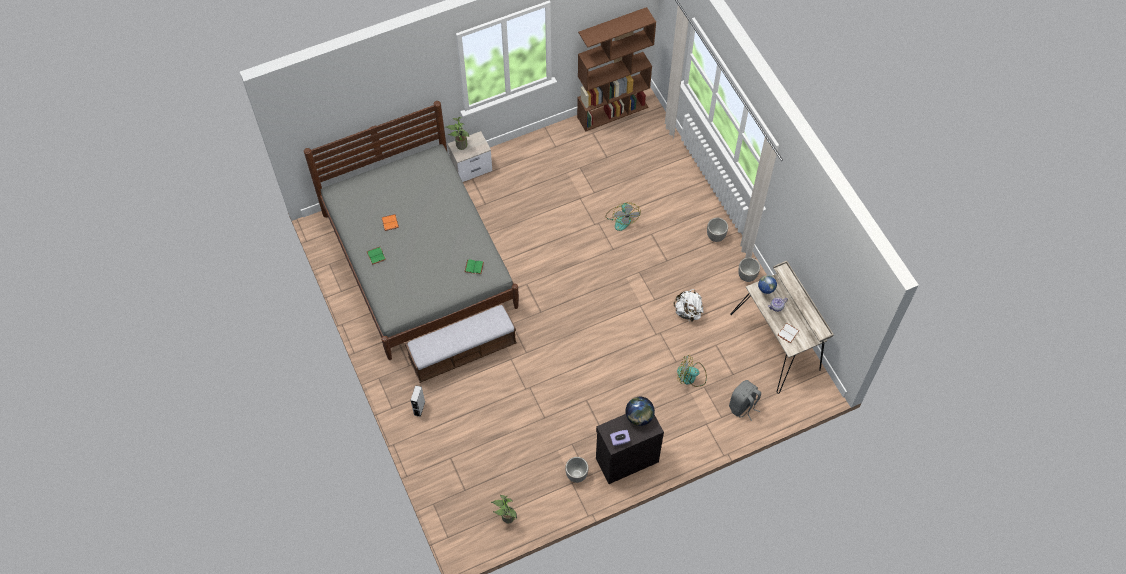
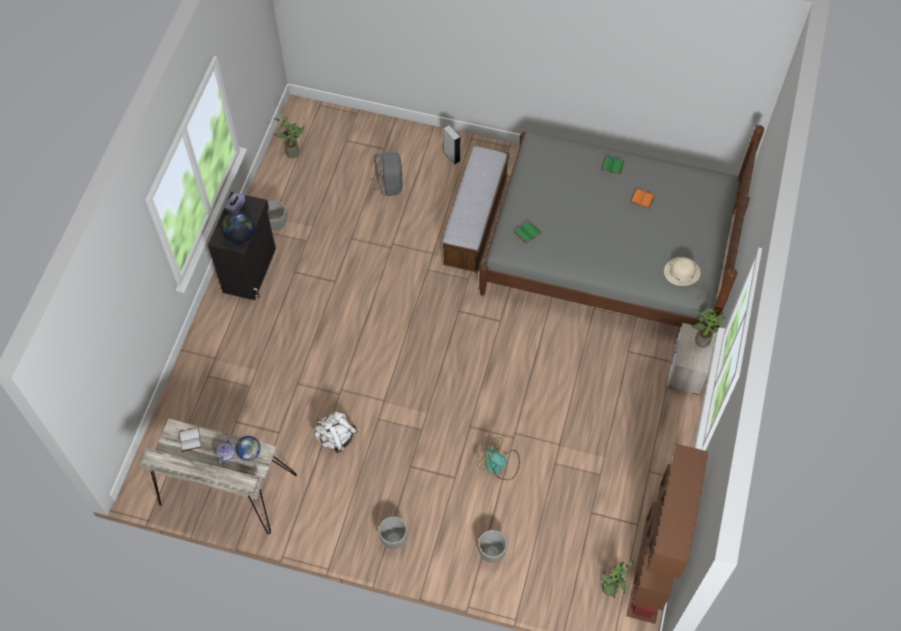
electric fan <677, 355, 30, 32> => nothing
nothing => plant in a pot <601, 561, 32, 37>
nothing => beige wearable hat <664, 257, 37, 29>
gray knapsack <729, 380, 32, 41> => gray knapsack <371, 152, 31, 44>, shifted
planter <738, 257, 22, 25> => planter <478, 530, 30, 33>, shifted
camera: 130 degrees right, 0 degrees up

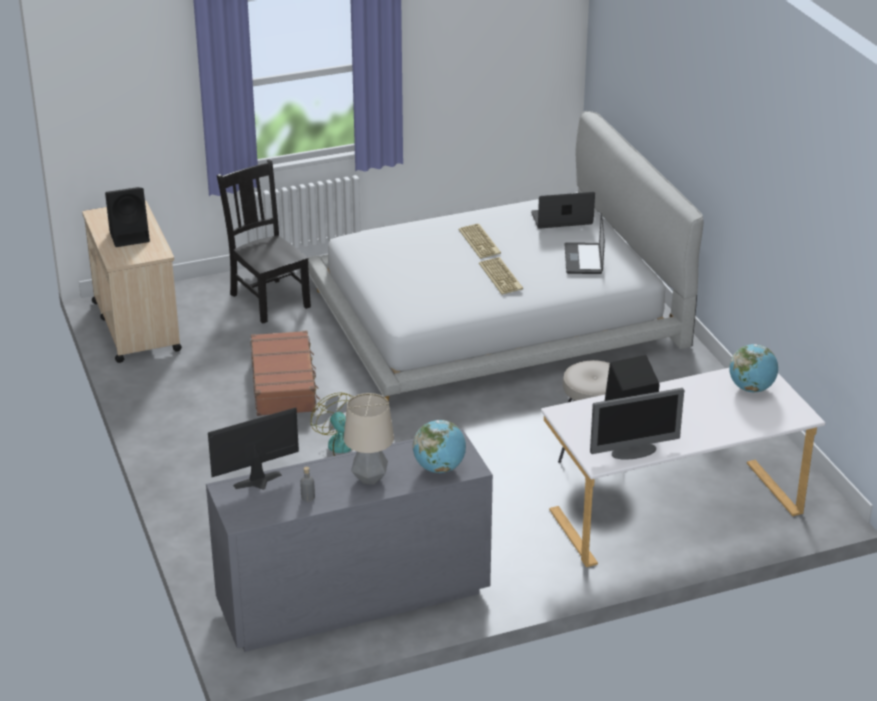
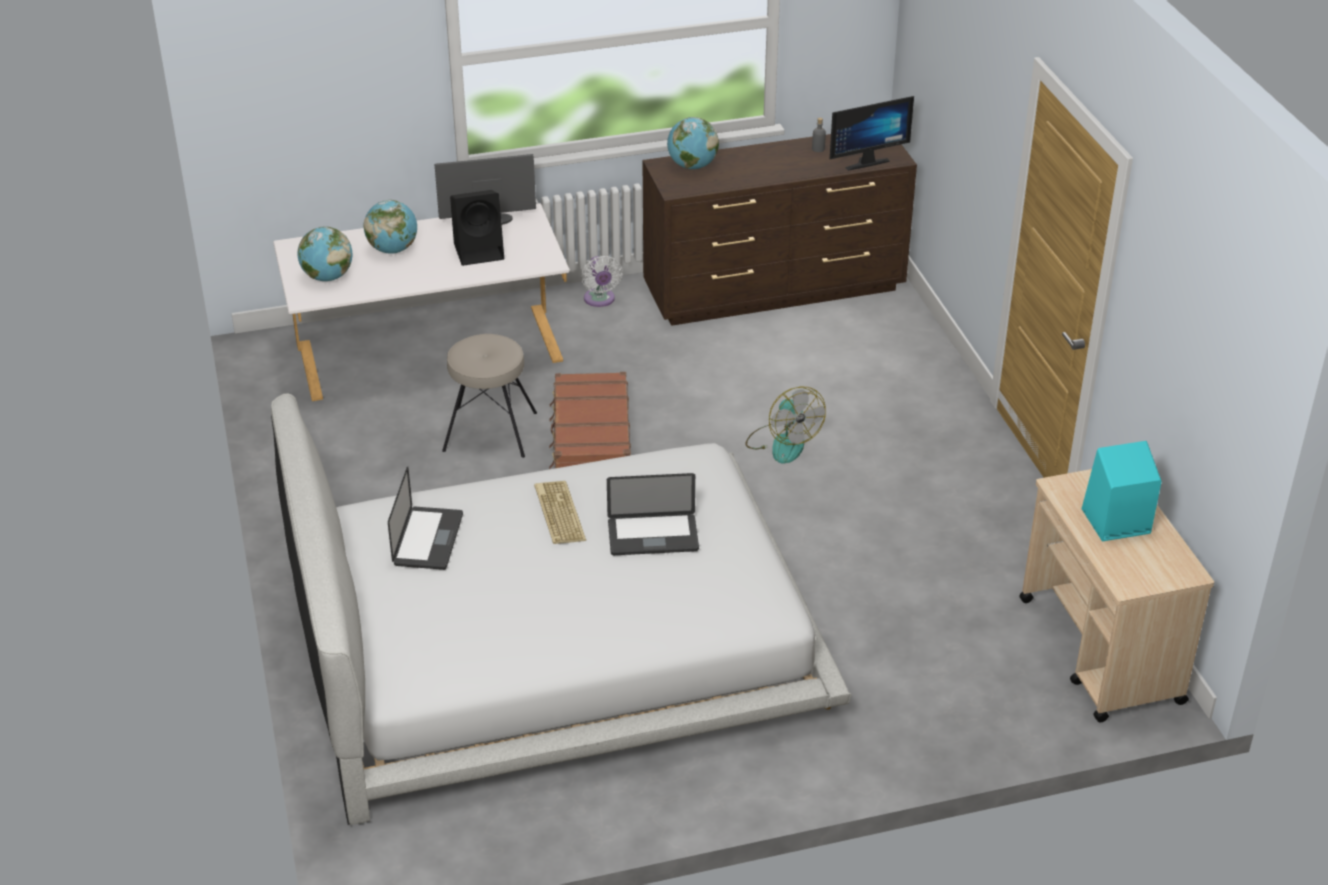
black plain chair <217, 159, 94, 165> => nothing
tabletop lamp <344, 393, 50, 92> => nothing
computer keyboard <459, 224, 42, 35> => nothing
nothing => world globe <364, 200, 53, 54>
nothing => whitish electric fan <581, 256, 42, 51>
brown suitcase <250, 330, 70, 86> => brown suitcase <549, 372, 82, 97>, shifted
portable computer <531, 192, 64, 37> => portable computer <607, 473, 92, 82>, shifted
black speaker <105, 187, 45, 60> => turquoise-coloured speaker <1082, 441, 80, 100>
gray drawer chest <206, 428, 287, 224> => brown drawer chest <643, 134, 274, 192>
camera: 175 degrees left, 5 degrees up

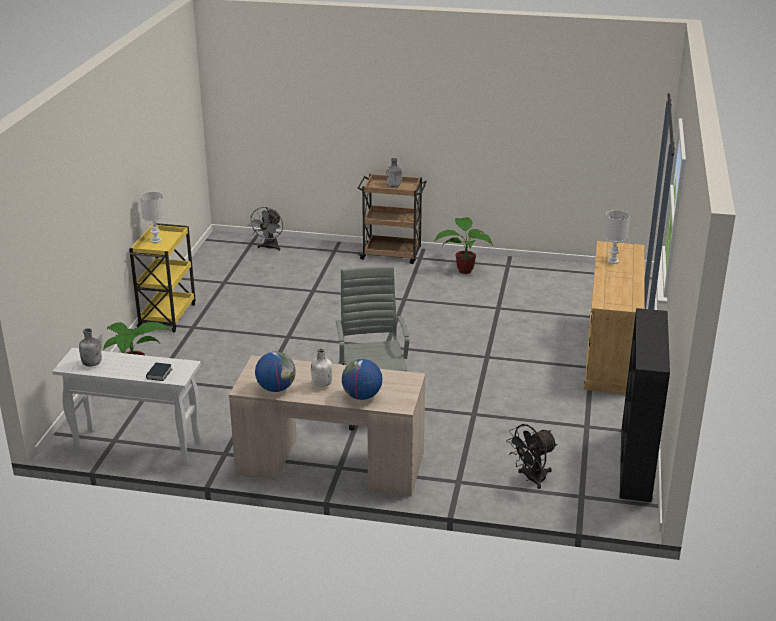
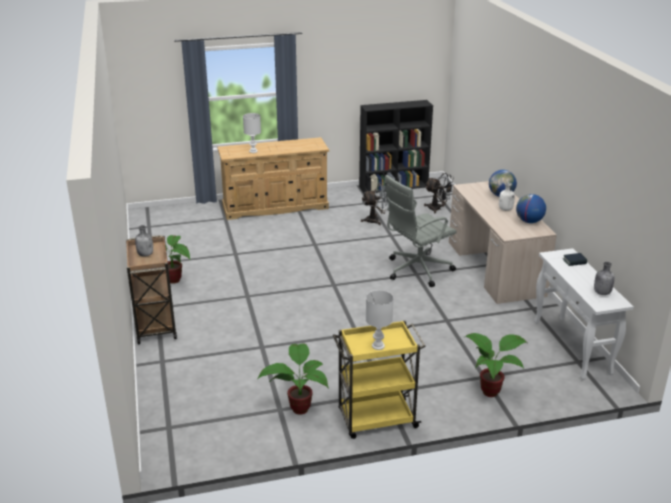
nothing => plant in a pot <257, 344, 71, 71>
gray electric fan <248, 207, 35, 44> => gray electric fan <361, 182, 28, 43>, shifted
camera: 115 degrees left, 0 degrees up

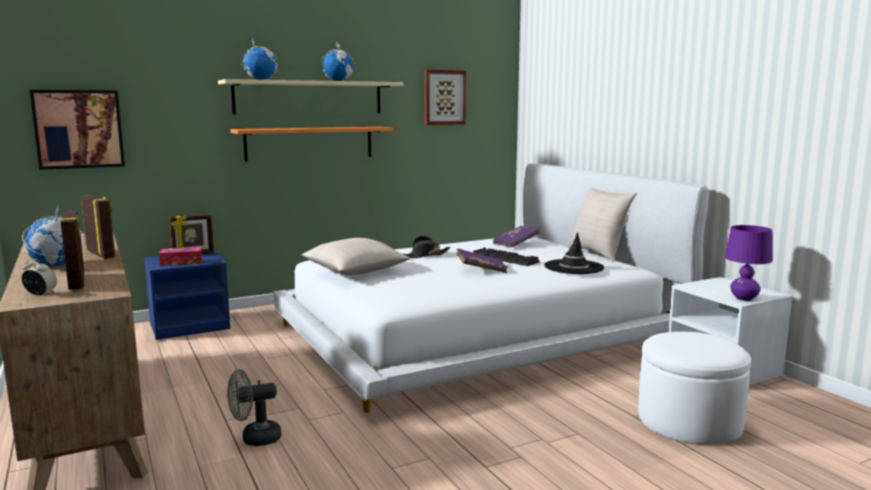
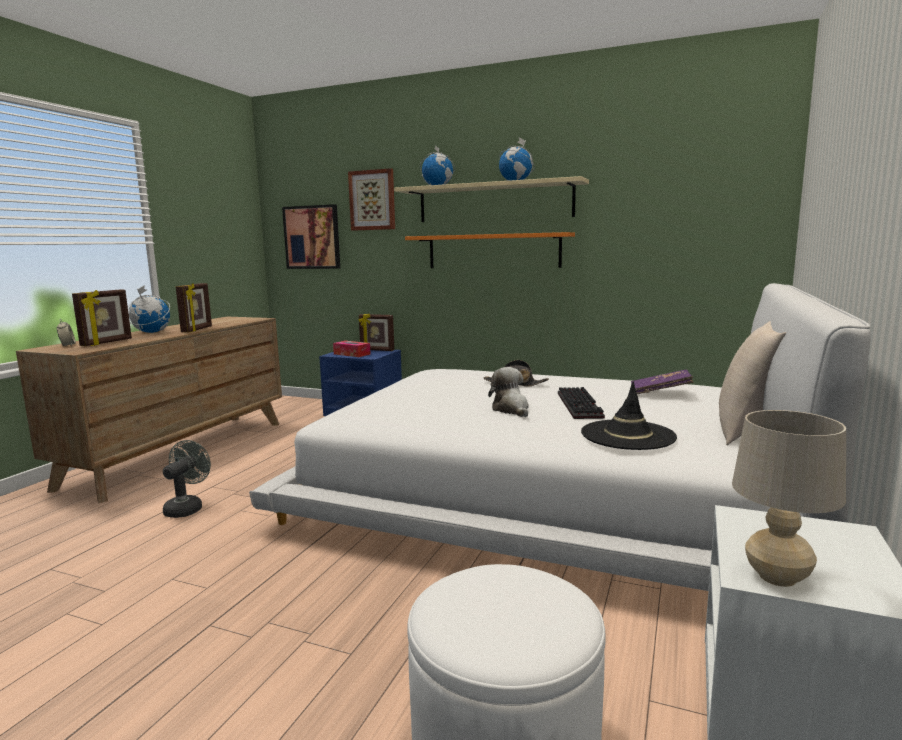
beige throw pillow <302, 238, 108, 37> => nothing
picture <424, 70, 42, 55> => picture <348, 168, 47, 63>, shifted
purplish bound book <456, 249, 52, 24> => soft toy <488, 367, 41, 50>
purplish tabletop lamp <725, 225, 47, 76> => beige tabletop lamp <732, 410, 114, 177>
gray electric fan <227, 369, 54, 77> => gray electric fan <163, 440, 48, 78>, 75 degrees clockwise
camera: 50 degrees right, 0 degrees up

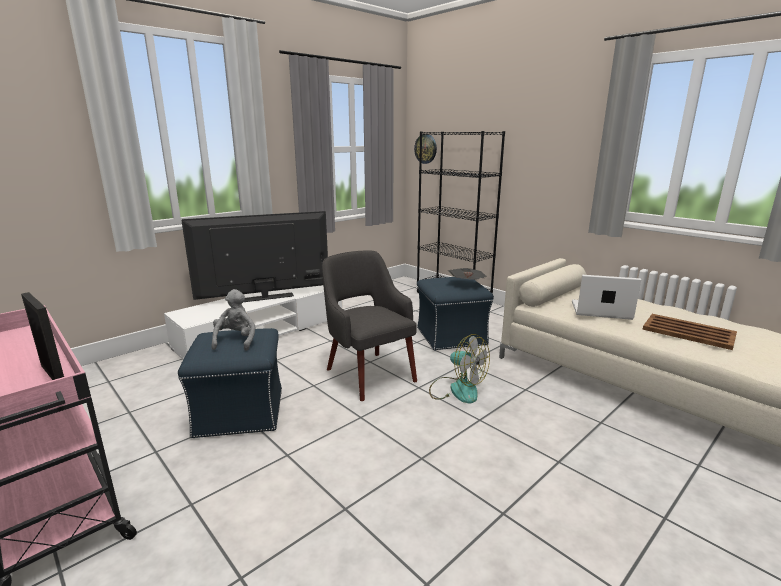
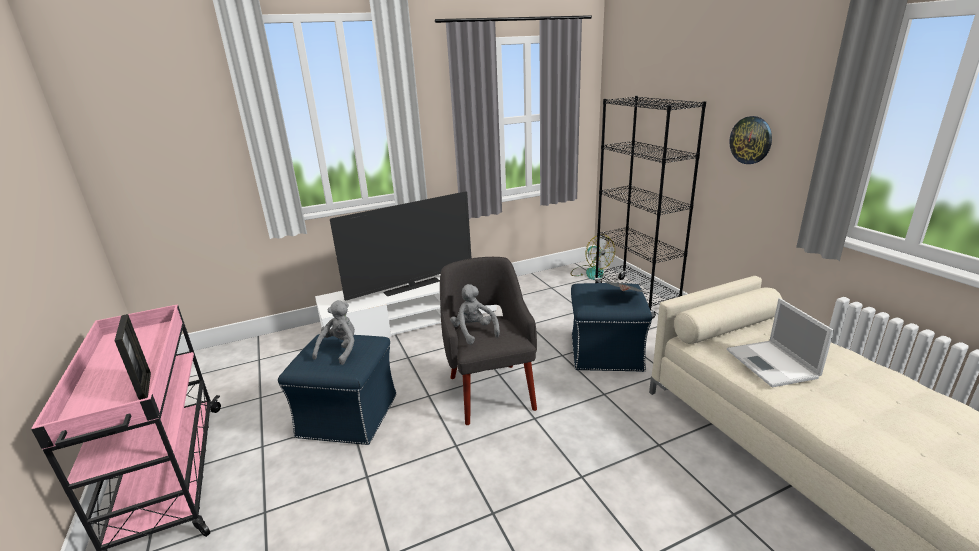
brown tray <642, 314, 95, 36> => nothing
nothing => gray soft toy <450, 284, 50, 61>
wall clock <414, 134, 23, 30> => wall clock <729, 116, 43, 48>, shifted
electric fan <429, 334, 61, 69> => electric fan <571, 234, 44, 46>, shifted
TV <181, 211, 147, 91> => TV <330, 191, 141, 109>, 150 degrees clockwise
portable computer <572, 275, 69, 45> => portable computer <727, 298, 107, 89>, 135 degrees counterclockwise
camera: 20 degrees right, 5 degrees up

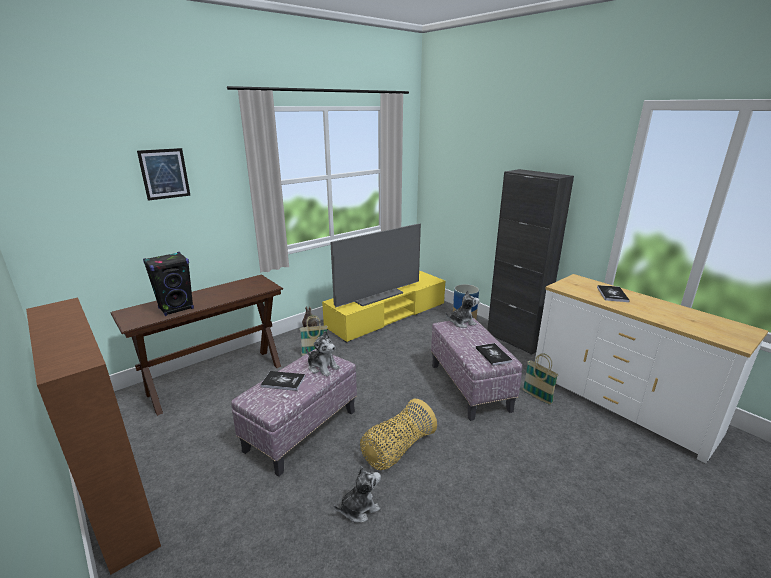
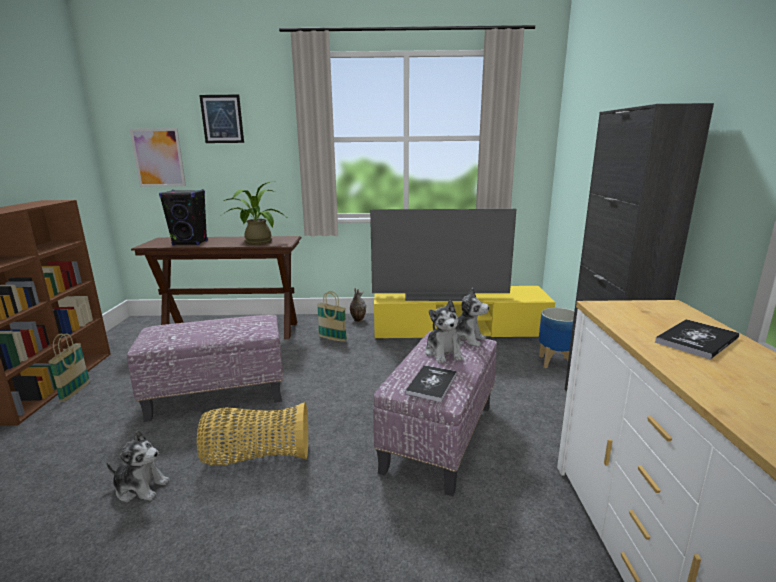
bound book <260, 371, 45, 20> => nothing
nothing => picture <130, 128, 56, 59>
nothing => plant in a pot <222, 181, 67, 64>
soft toy <306, 331, 34, 46> => soft toy <425, 300, 39, 64>, shifted
storage basket <523, 353, 35, 52> => storage basket <48, 333, 42, 68>, shifted
camera: 40 degrees right, 5 degrees down

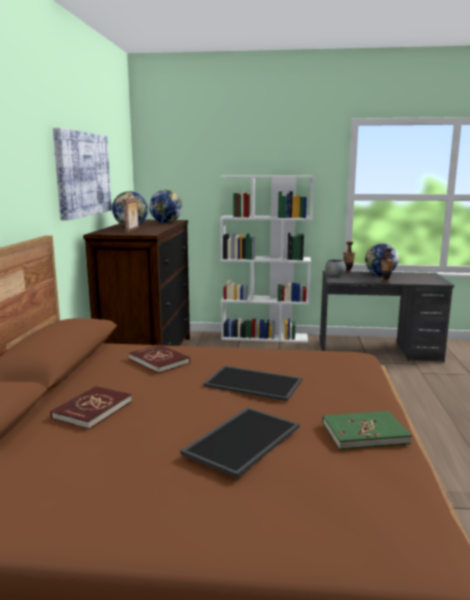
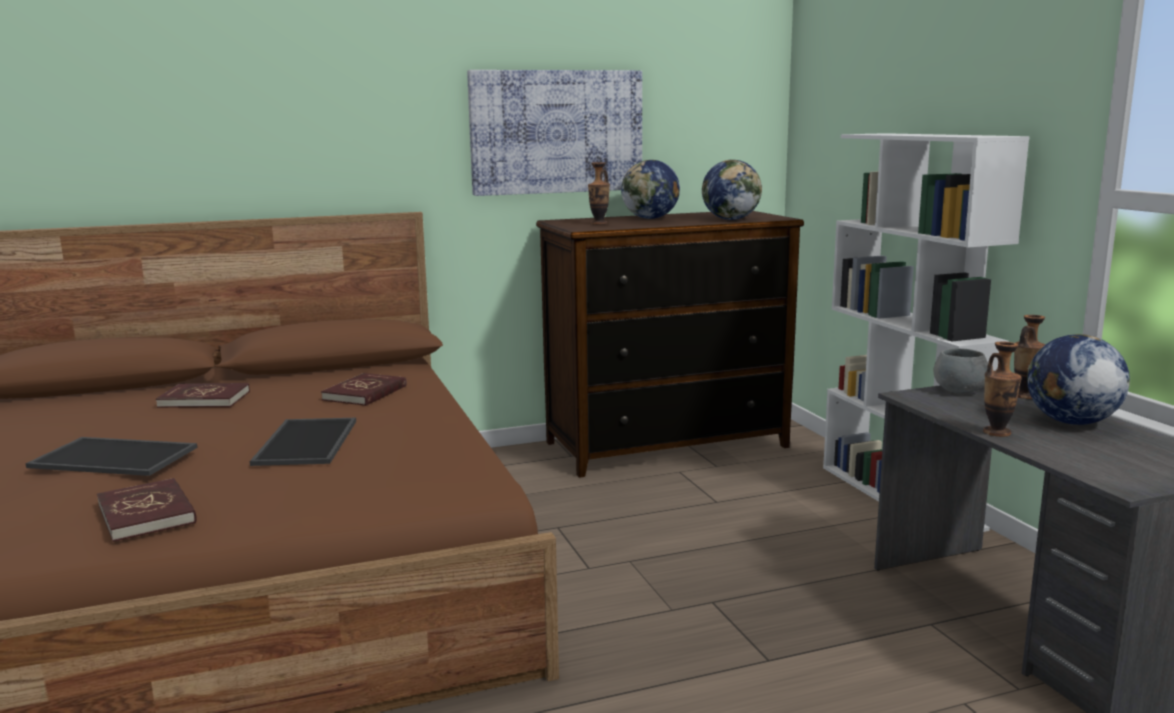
picture frame <124, 198, 15, 36> => vase <588, 162, 22, 63>
green bound book <323, 411, 89, 39> => reddish bound book <97, 478, 100, 64>
camera: 65 degrees right, 0 degrees up

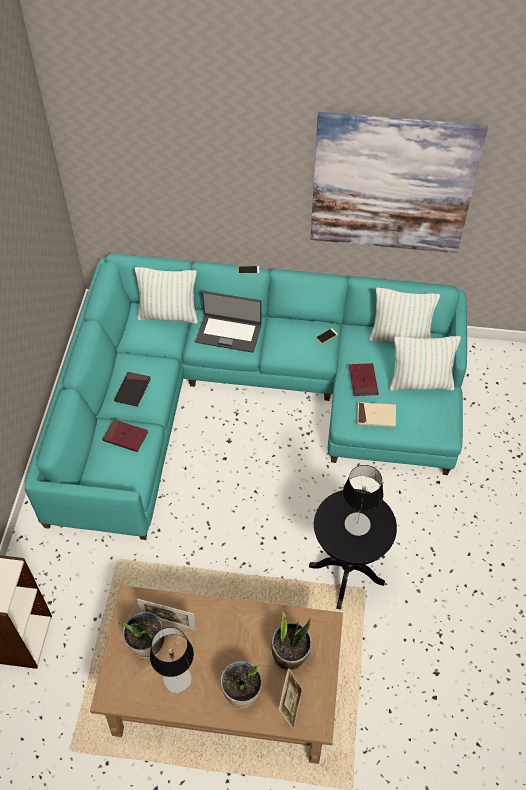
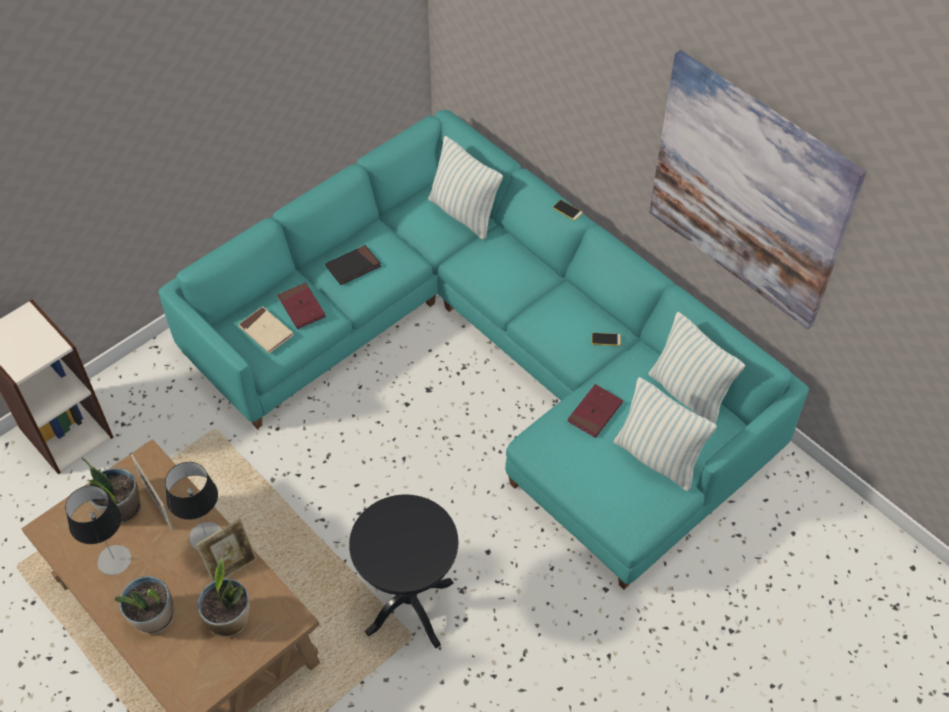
portable computer <195, 291, 67, 62> => nothing
picture frame <278, 668, 25, 61> => picture frame <196, 519, 61, 63>, shifted
tabletop lamp <343, 465, 40, 71> => tabletop lamp <165, 462, 56, 88>, shifted
beige bound book <357, 402, 39, 25> => beige bound book <238, 306, 56, 47>, shifted
camera: 40 degrees right, 0 degrees up

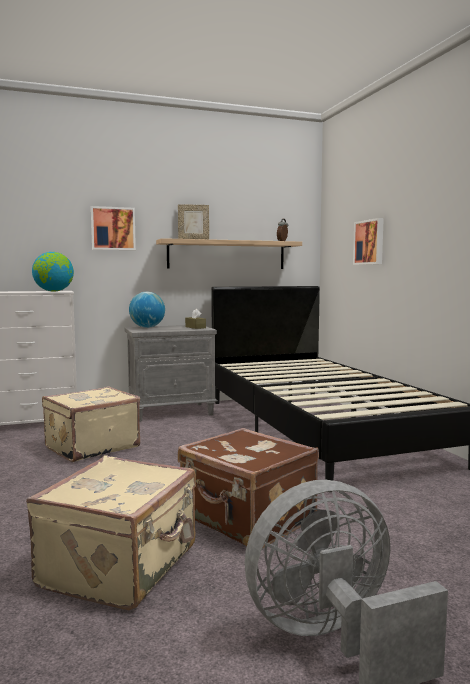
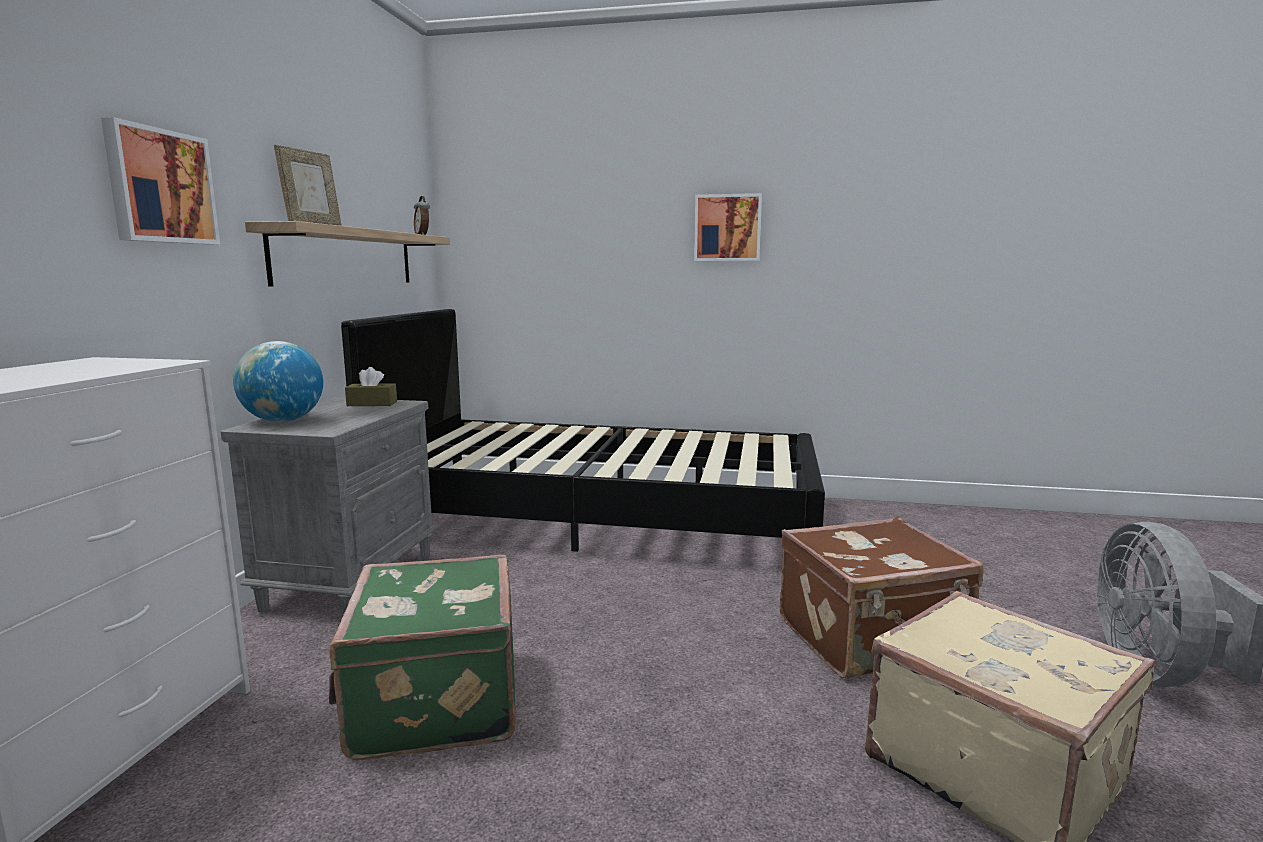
world globe <32, 252, 42, 40> => nothing
picture <353, 218, 31, 47> => picture <694, 193, 68, 68>, shifted
beige suitcase <42, 386, 98, 76> => green suitcase <329, 555, 187, 205>
camera: 60 degrees left, 5 degrees up

